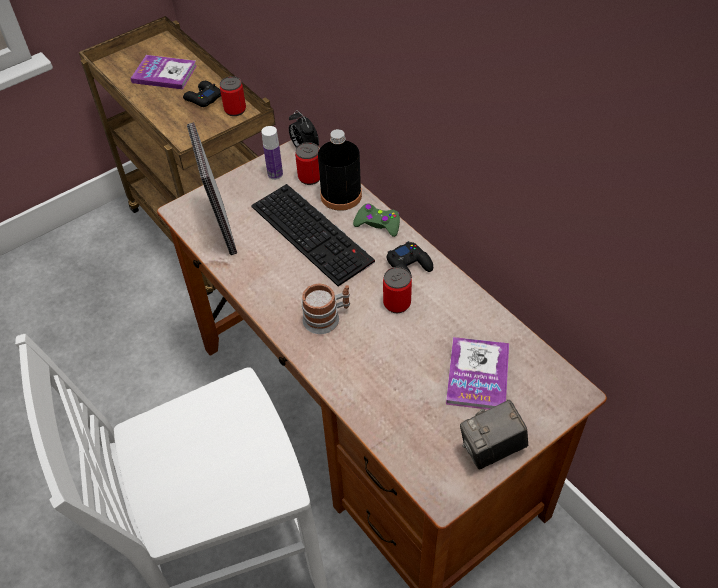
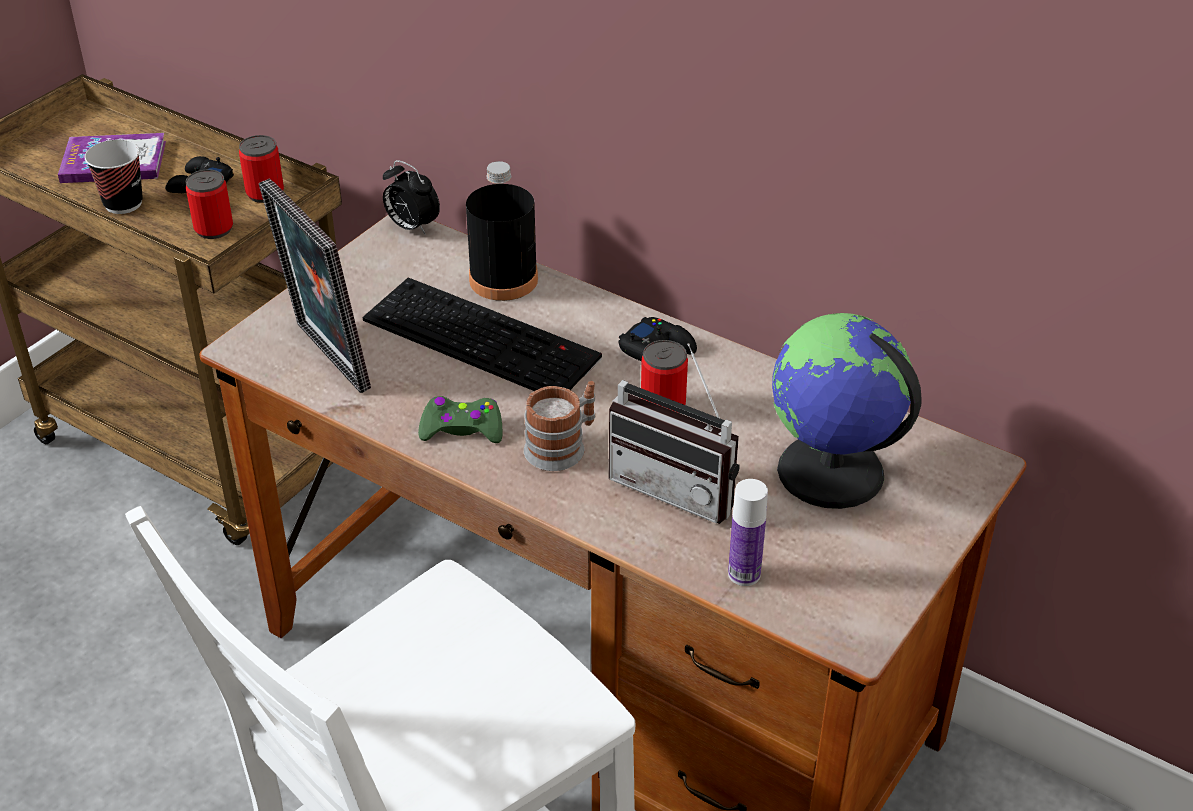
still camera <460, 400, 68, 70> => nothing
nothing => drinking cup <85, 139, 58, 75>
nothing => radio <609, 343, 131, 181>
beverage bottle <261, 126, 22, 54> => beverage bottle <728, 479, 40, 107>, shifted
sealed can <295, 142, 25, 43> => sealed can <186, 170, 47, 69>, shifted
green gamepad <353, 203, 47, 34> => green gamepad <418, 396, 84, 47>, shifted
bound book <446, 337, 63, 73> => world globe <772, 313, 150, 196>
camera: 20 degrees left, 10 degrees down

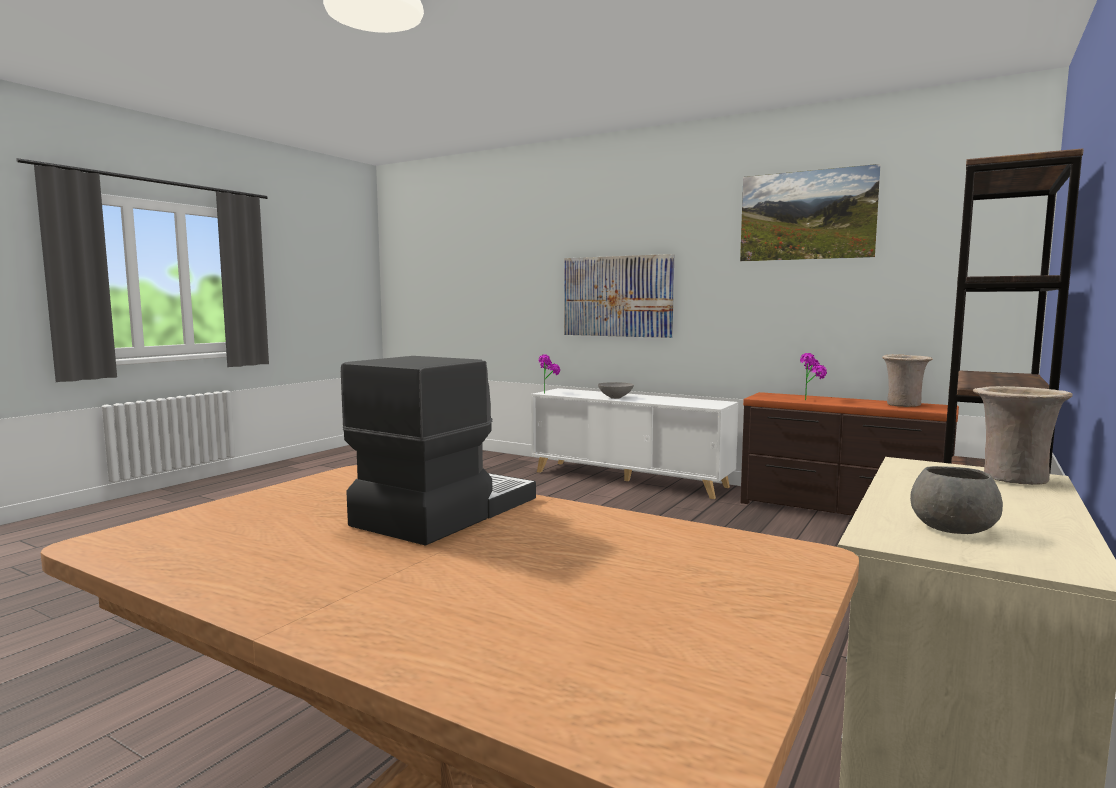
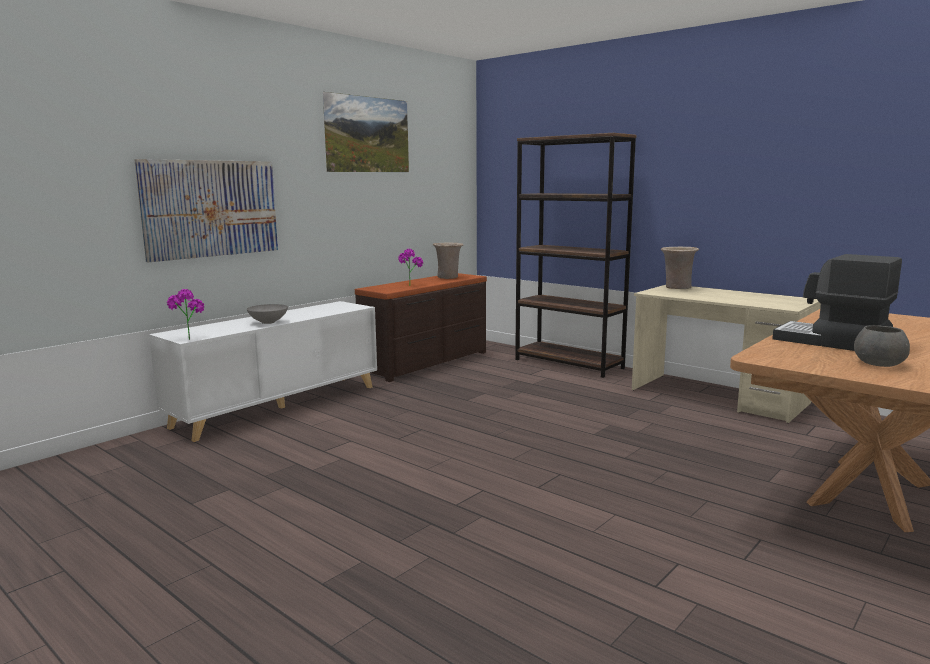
gray deep dish <910, 466, 93, 68> => gray deep dish <854, 325, 56, 42>, shifted
camera: 80 degrees left, 5 degrees up

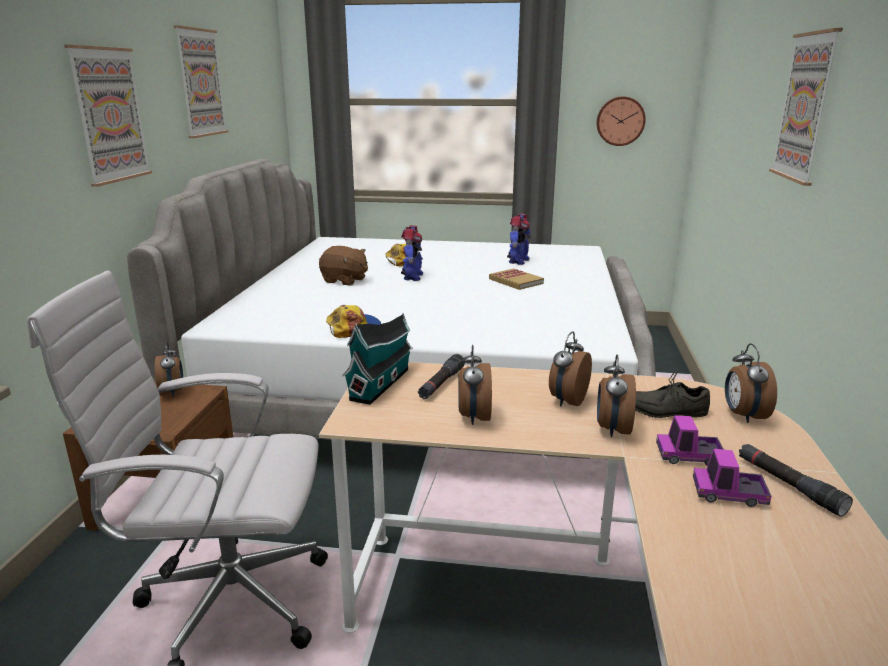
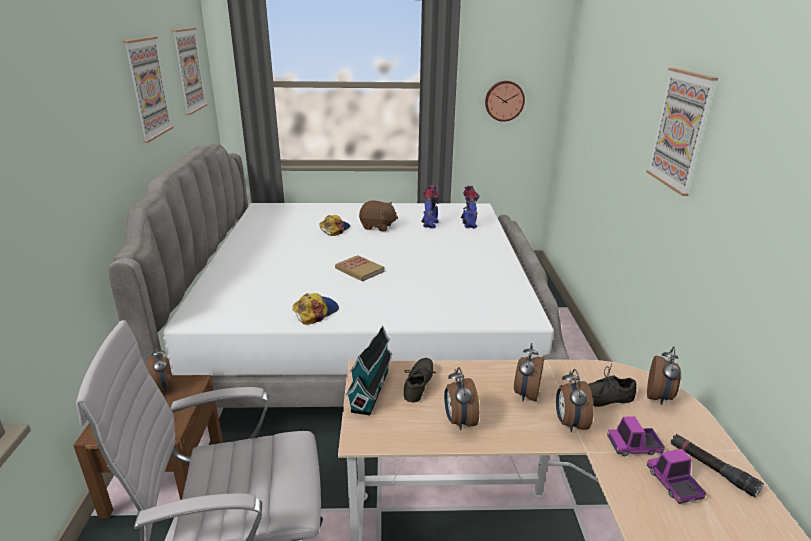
picture <64, 45, 88, 142> => picture <172, 28, 35, 87>, shifted
brown soft toy <319, 246, 49, 40> => brown soft toy <359, 201, 39, 30>, shifted
model robot <401, 225, 22, 56> => model robot <461, 186, 18, 43>, shifted
bound book <489, 269, 55, 21> => bound book <335, 255, 49, 27>, shifted
black flashlight <418, 354, 47, 45> => gray low shoe <404, 358, 32, 44>
model truck <693, 449, 78, 58> => model truck <647, 449, 59, 55>, 75 degrees clockwise
alarm clock <725, 343, 52, 80> => alarm clock <647, 346, 34, 59>, 150 degrees counterclockwise
camera: 10 degrees left, 5 degrees up

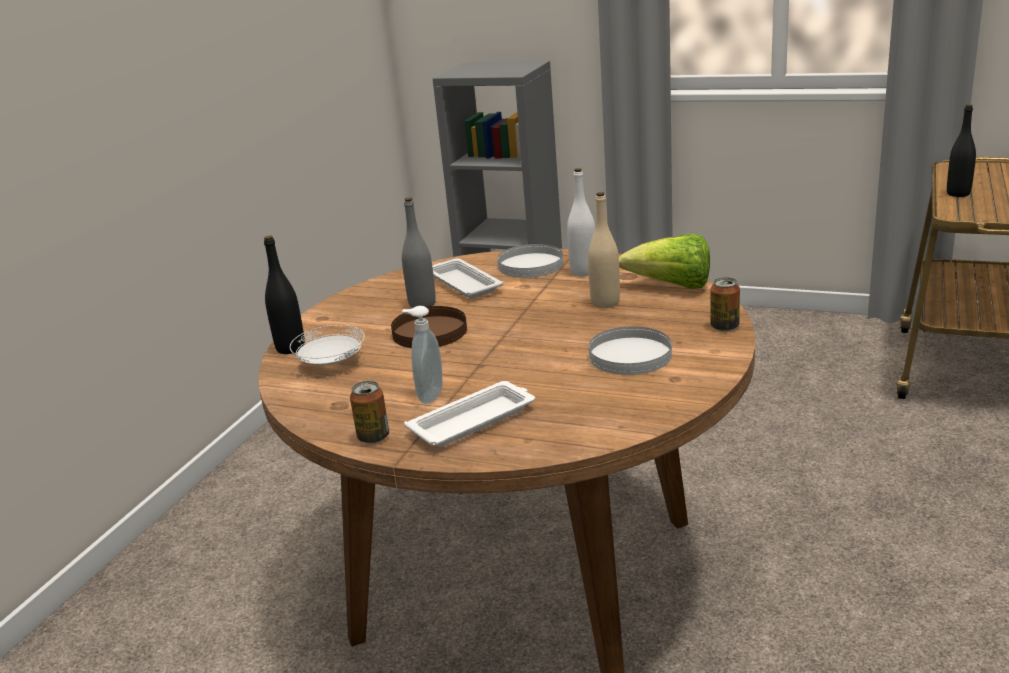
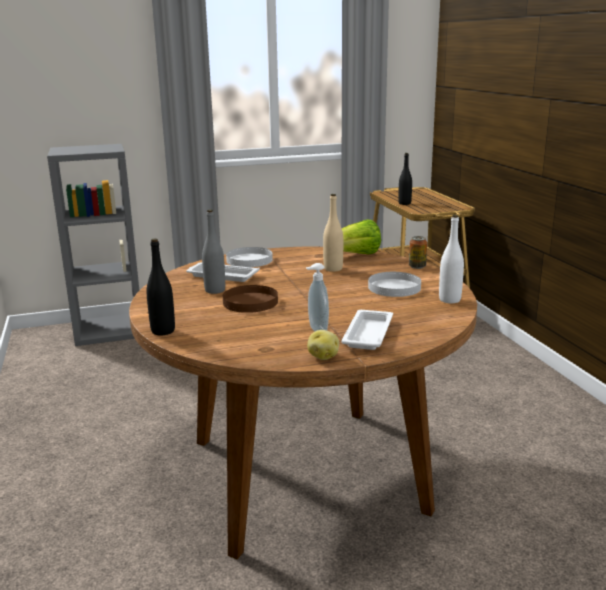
whitish dinner plate <290, 325, 75, 40> => nothing
whitish beverage bottle <567, 168, 28, 108> => whitish beverage bottle <439, 215, 25, 88>, shifted
sealed can <350, 381, 39, 62> => spud <307, 330, 32, 30>
camera: 40 degrees left, 5 degrees down

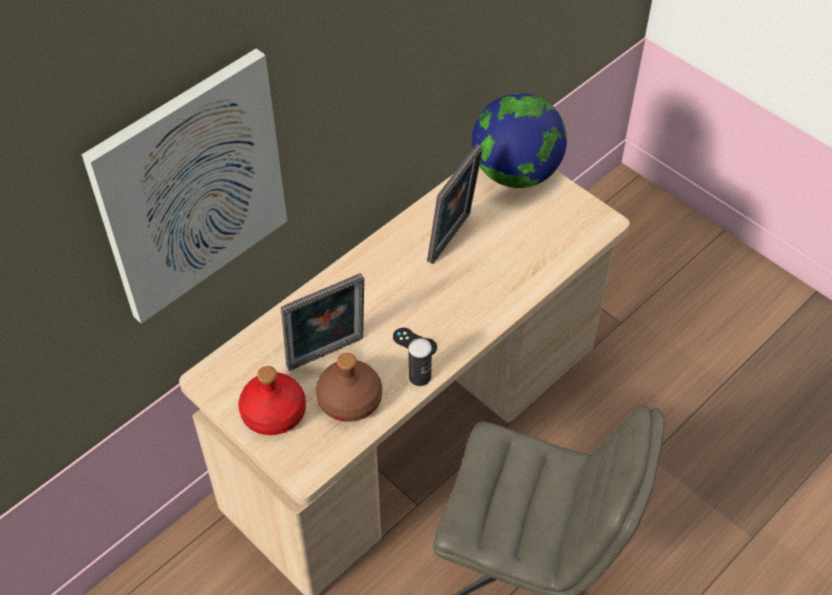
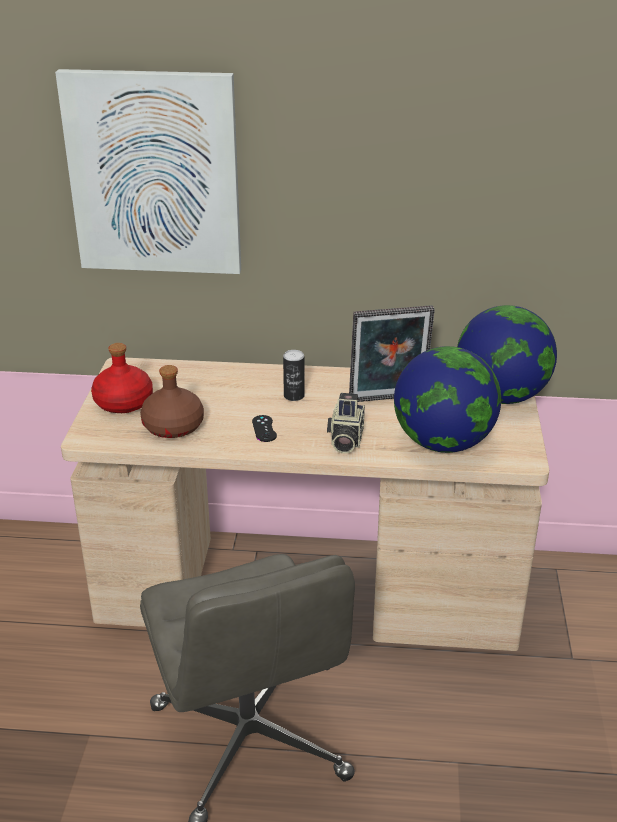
picture frame <281, 273, 83, 98> => nothing
nothing => still camera <327, 393, 38, 61>
nothing => world globe <394, 346, 107, 107>
sealed can <408, 338, 24, 48> => sealed can <283, 350, 22, 51>, shifted
camera: 50 degrees right, 20 degrees down

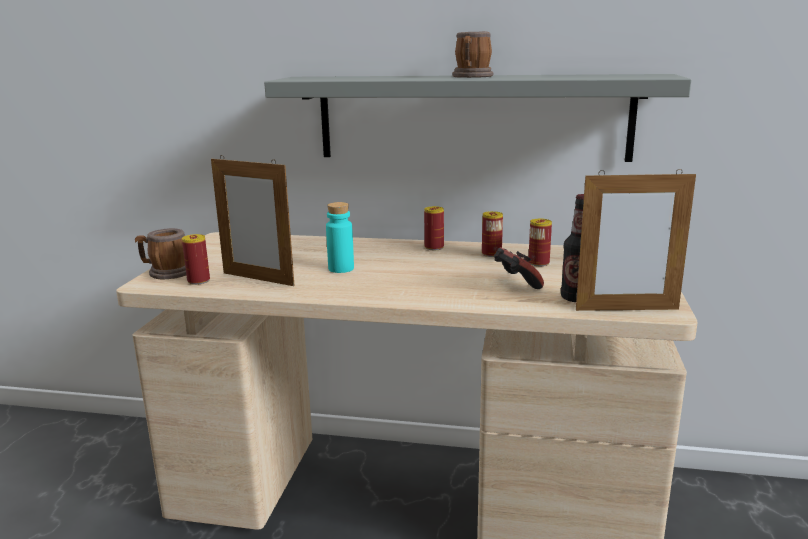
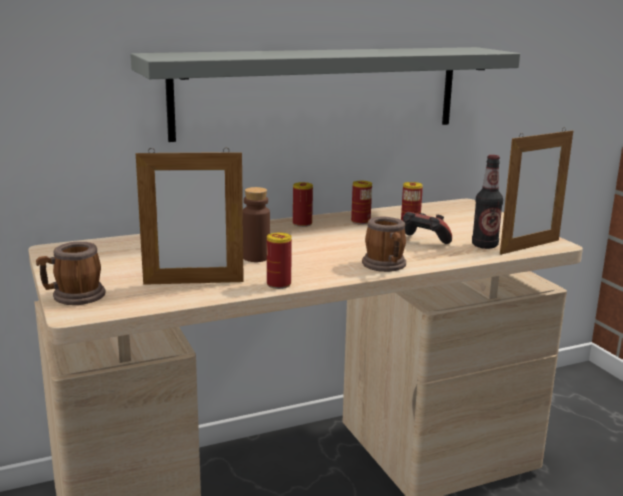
sealed can <182, 234, 28, 51> => sealed can <267, 233, 25, 56>, shifted
coffee mug <452, 31, 41, 47> => coffee mug <362, 217, 44, 55>, shifted
turquoise-coloured beverage bottle <326, 202, 28, 71> => brown beverage bottle <243, 187, 27, 75>
camera: 35 degrees left, 0 degrees up

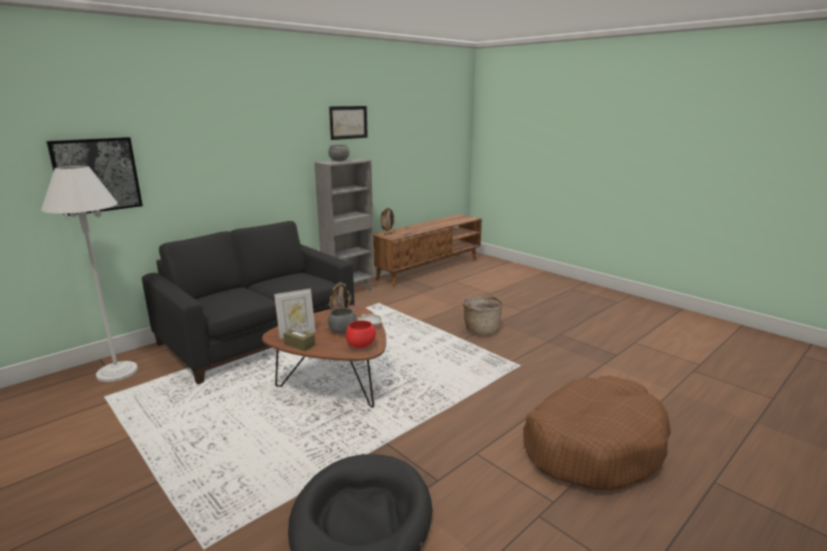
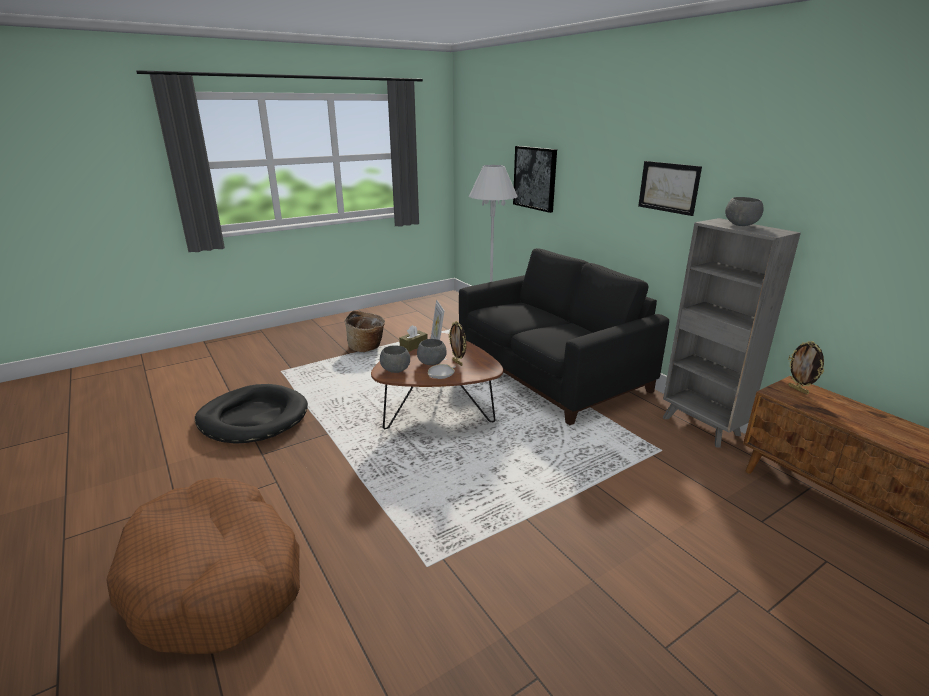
picture <329, 106, 39, 34> => picture <638, 161, 64, 55>, shifted
storage basket <463, 296, 40, 39> => storage basket <345, 311, 40, 41>, shifted
reddish deep dish <346, 320, 30, 28> => gray deep dish <380, 345, 30, 28>
camera: 100 degrees right, 5 degrees up

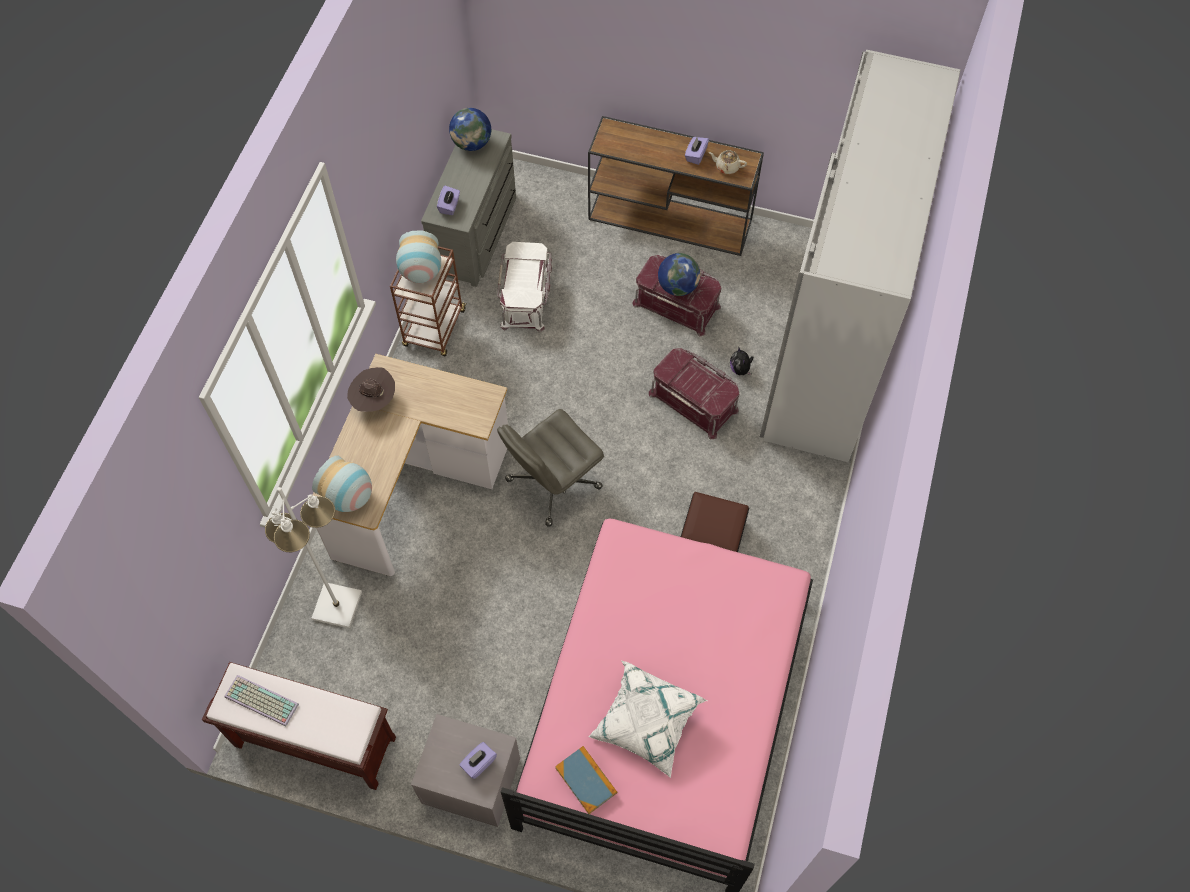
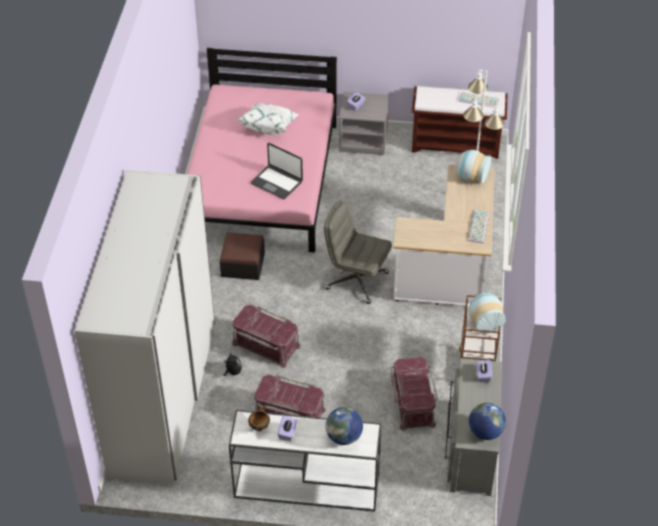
bound book <555, 746, 62, 68> => nothing
nothing => portable computer <251, 143, 52, 56>
world globe <658, 253, 43, 43> => world globe <325, 407, 38, 38>, shifted
brown wearable hat <347, 367, 48, 45> => computer keyboard <468, 210, 22, 34>
beige tea pot <709, 150, 38, 24> => deep dish <248, 405, 22, 26>
whitish storage box <497, 242, 55, 90> => reddish storage box <391, 357, 47, 74>
brown console table <588, 116, 176, 140> => whitish console table <229, 410, 152, 102>
gray computer chair <497, 409, 107, 118> => gray computer chair <324, 200, 68, 104>, 105 degrees counterclockwise
camera: 170 degrees right, 15 degrees down

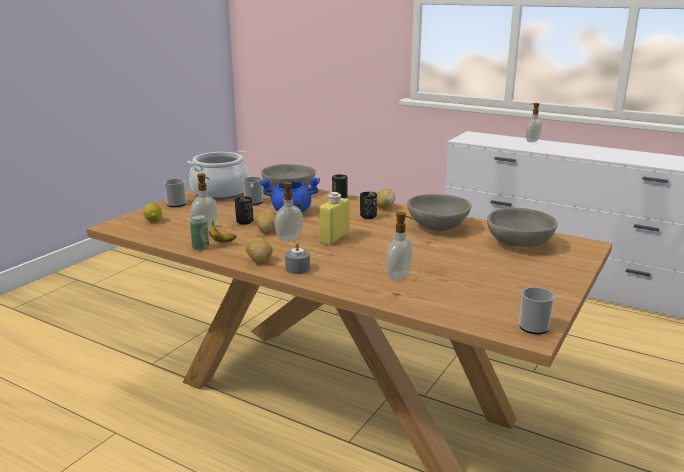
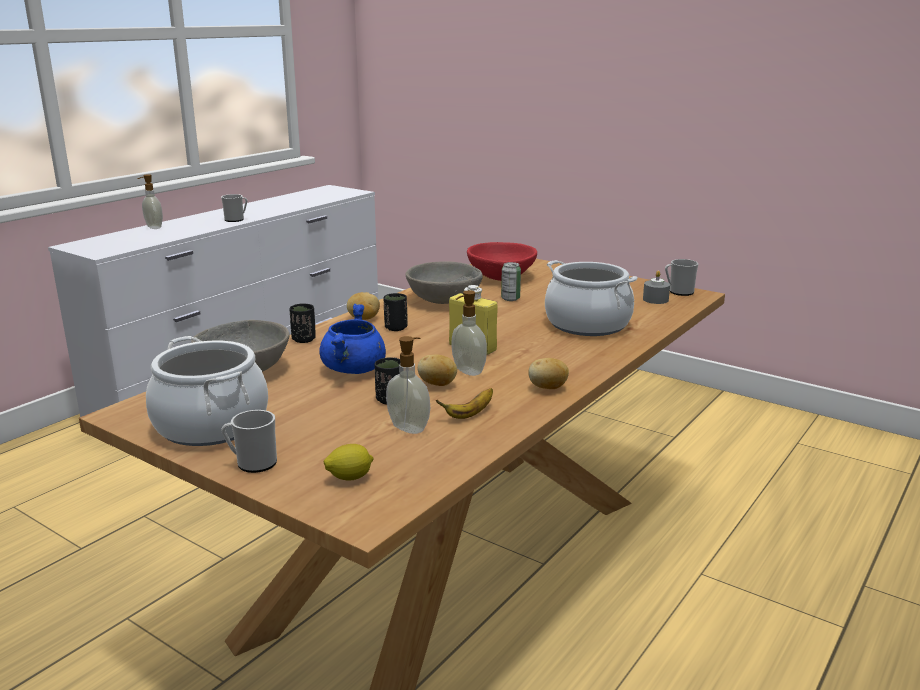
sealed can <190, 215, 19, 35> => sealed can <501, 262, 20, 39>, shifted
coffee mug <242, 177, 21, 28> => coffee mug <221, 194, 26, 28>, shifted
gray candle <285, 241, 25, 33> => gray candle <643, 271, 27, 33>, shifted
liquid soap bottle <386, 212, 27, 68> => stockpot <545, 260, 93, 76>
gray deep dish <487, 208, 71, 39> => reddish deep dish <467, 242, 70, 39>
camera: 85 degrees left, 0 degrees up

